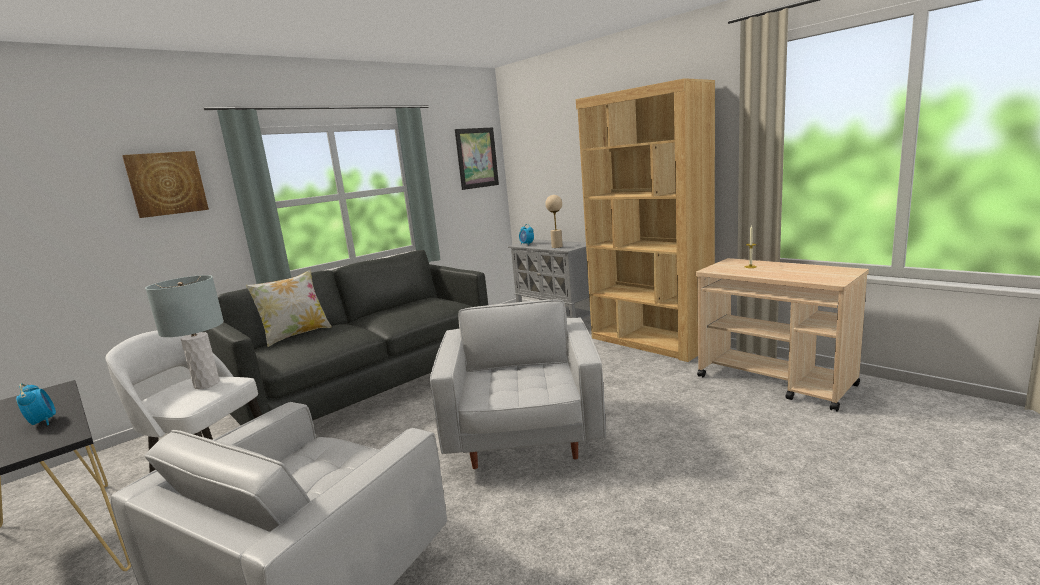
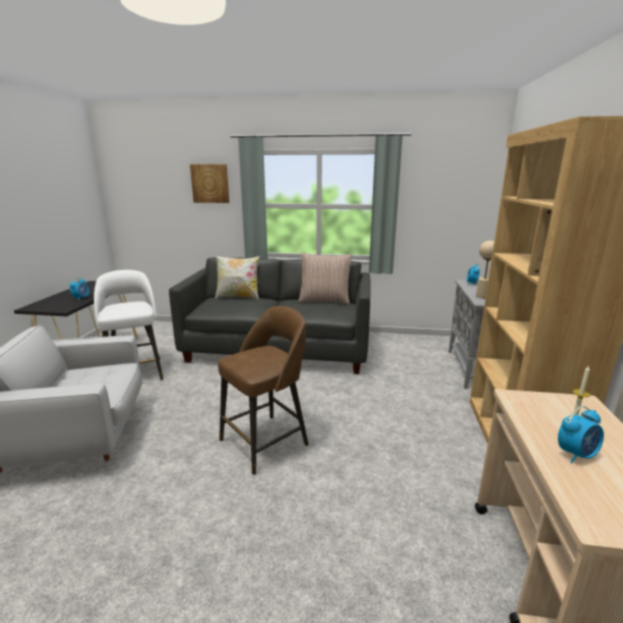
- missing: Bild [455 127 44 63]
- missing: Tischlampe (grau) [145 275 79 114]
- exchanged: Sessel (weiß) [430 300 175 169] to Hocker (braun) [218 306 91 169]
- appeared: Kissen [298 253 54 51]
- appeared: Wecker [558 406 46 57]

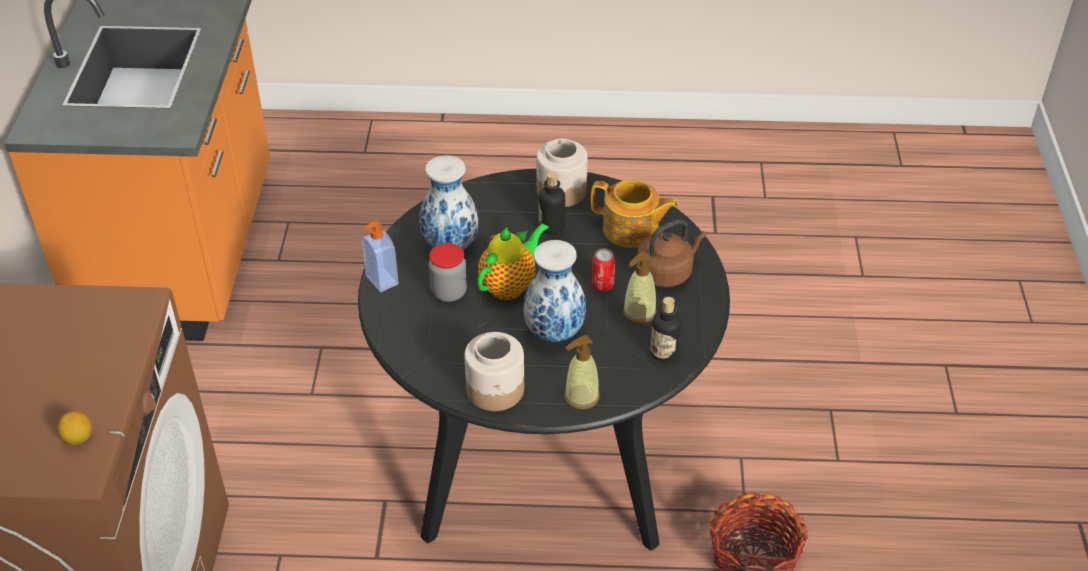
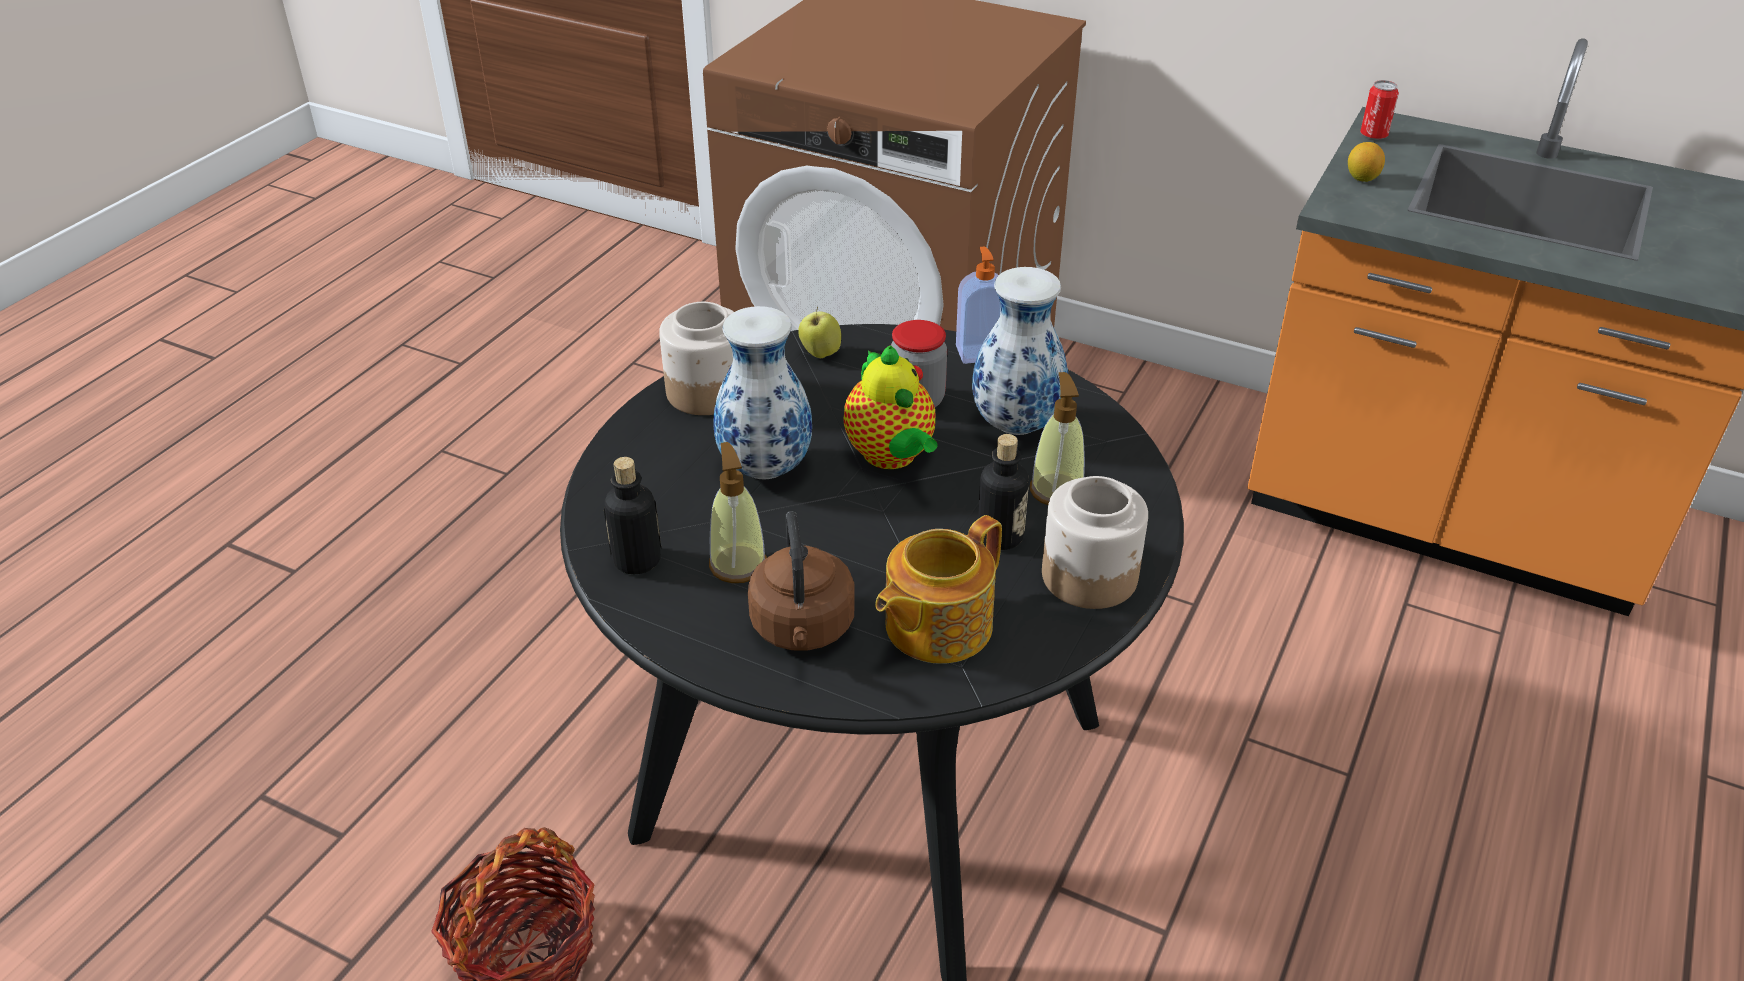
- relocated: Dose [592 248 23 43] to [1360 80 39 60]
- relocated: Seifenspender [564 335 36 75] to [1030 372 55 133]
- relocated: Zitrone [57 411 35 34] to [1348 142 37 40]
- appeared: Apfel [798 307 43 51]

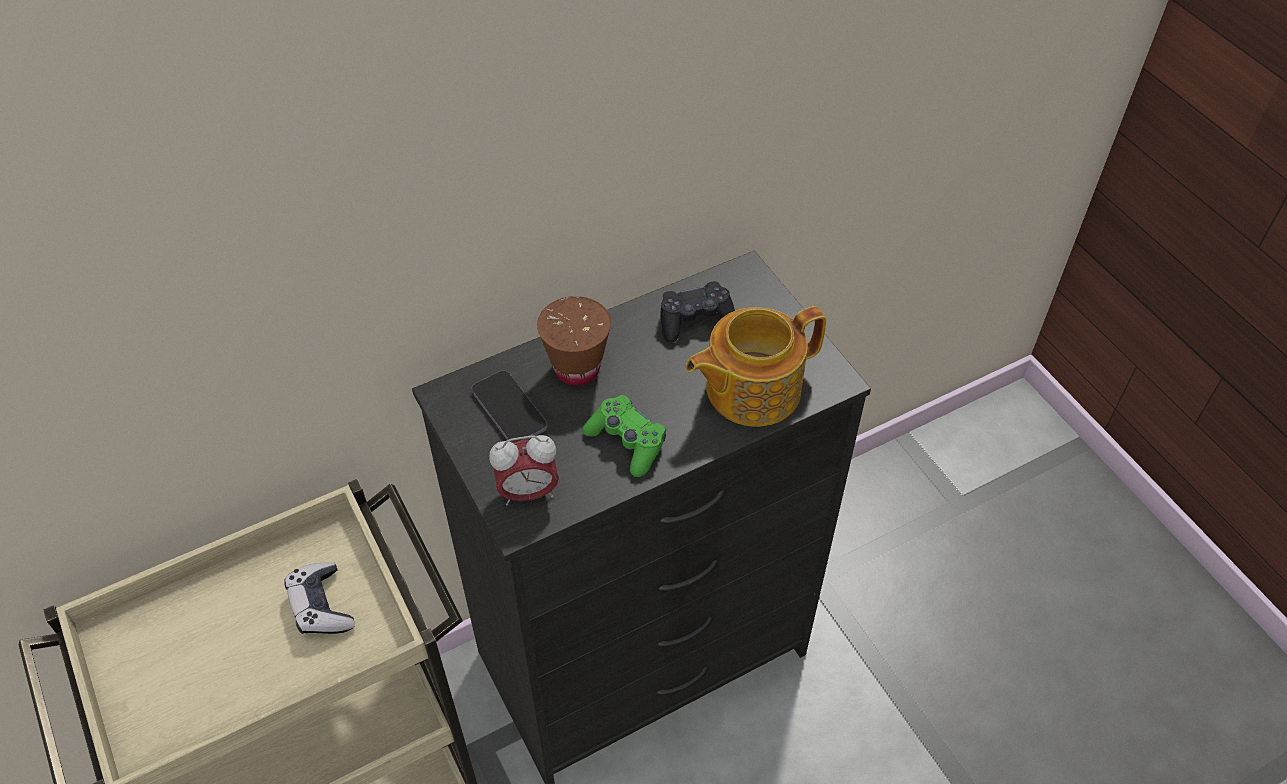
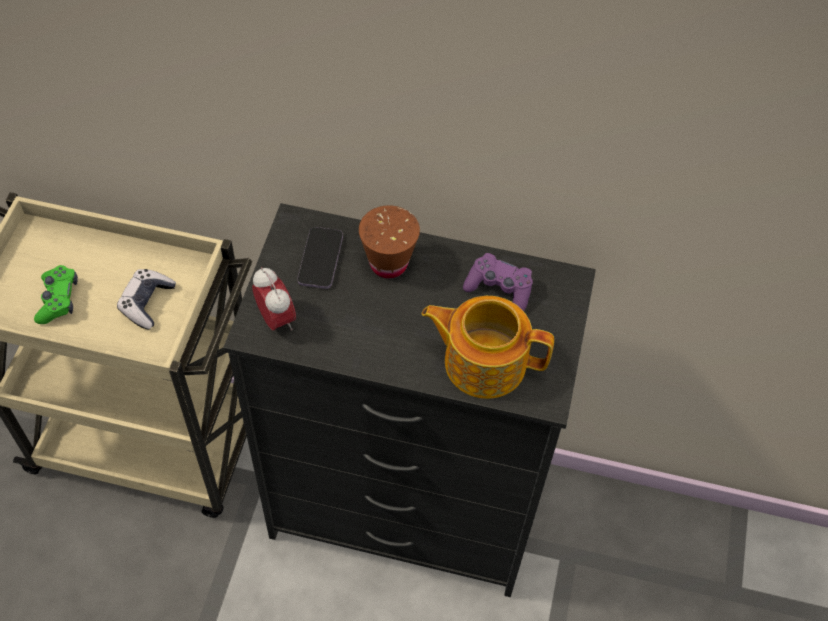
- colour: Gamepad (schwarz) [660 281 75 62] to Gamepad (lila) [463 253 70 58]
- relocated: Gamepad (grün) [582 395 84 82] to [34 265 44 59]
- spun: Wecker [489 435 70 71] = [252 267 44 63] 150 degrees counterclockwise

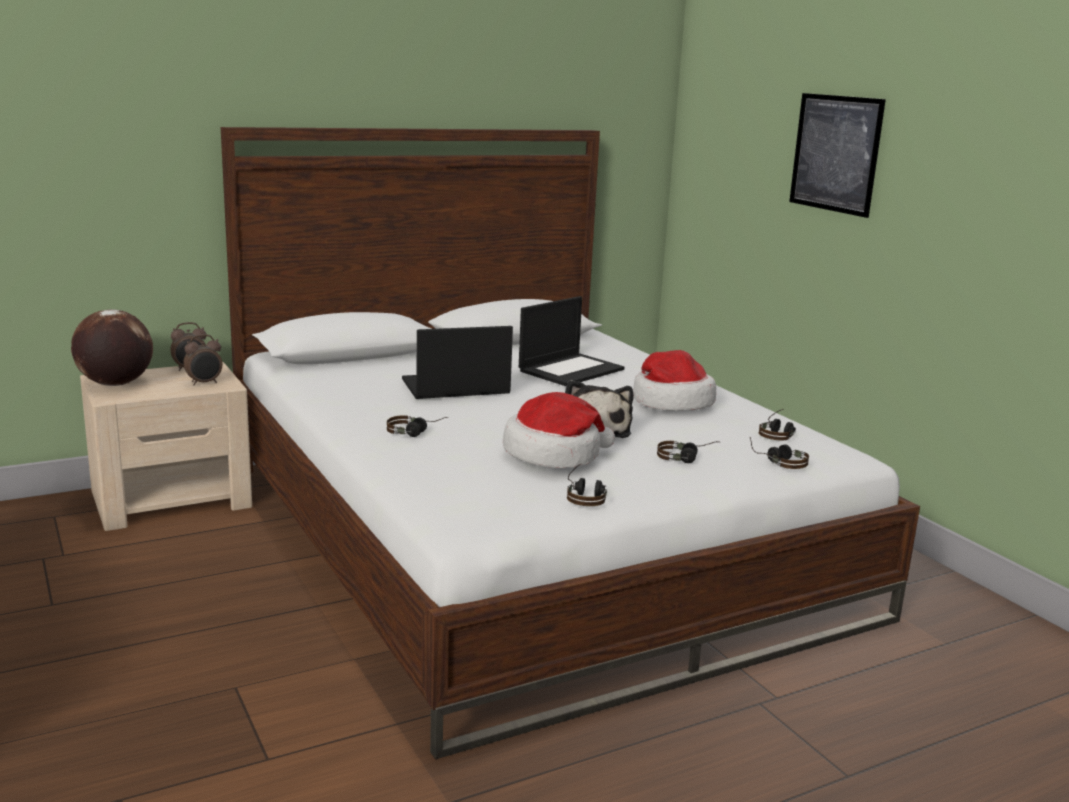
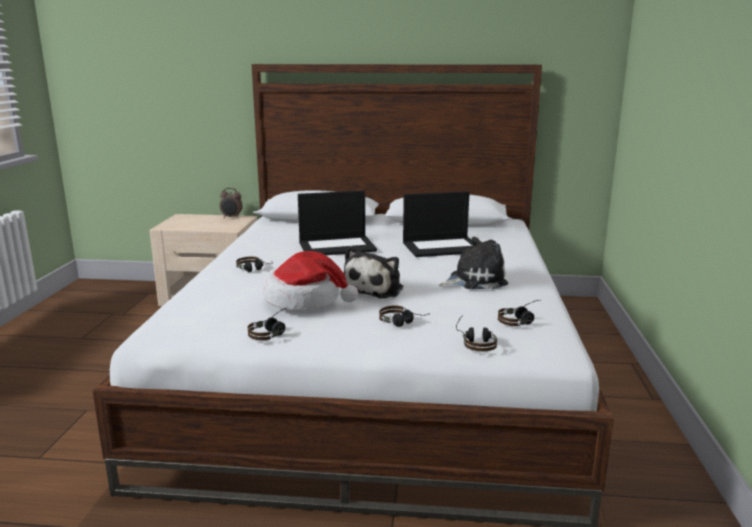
- missing: Bild [789 93 97 125]
- missing: Globus [71 309 82 77]
- spun: Laptop [402 326 111 73] = [298 190 79 65] 150 degrees clockwise
- missing: Wecker [183 334 39 51]
- exchanged: Hut [633 350 83 61] to Plüschtier [439 237 69 52]

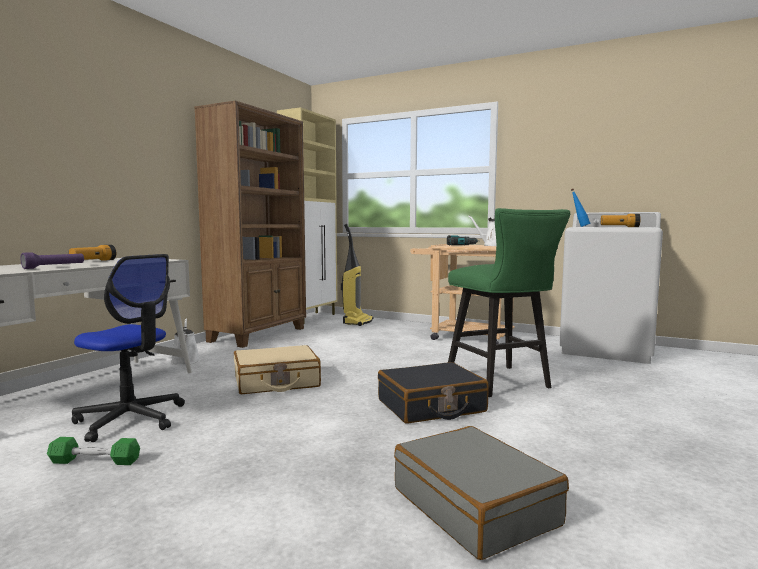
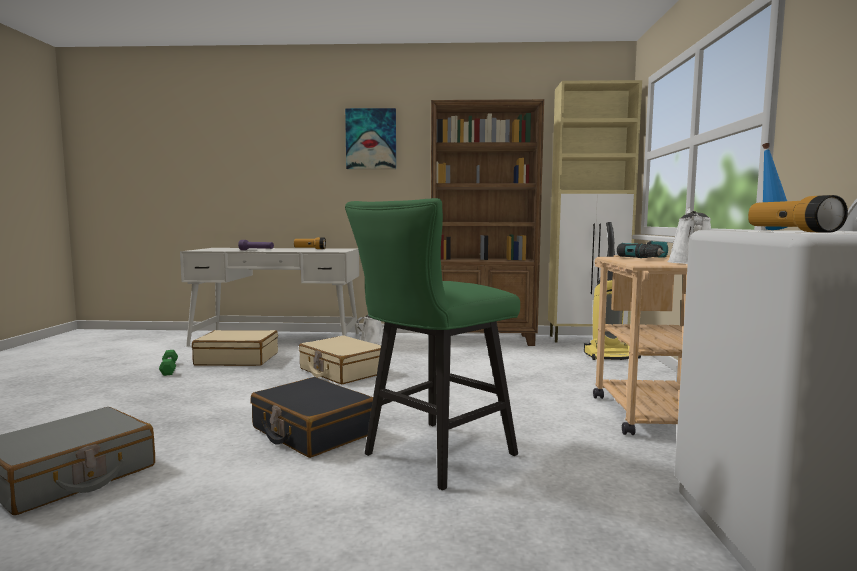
- exchanged: Bürostuhl [72 254 113 188] to Koffer (beige) [192 330 86 36]
- appeared: Bild [345 108 51 61]

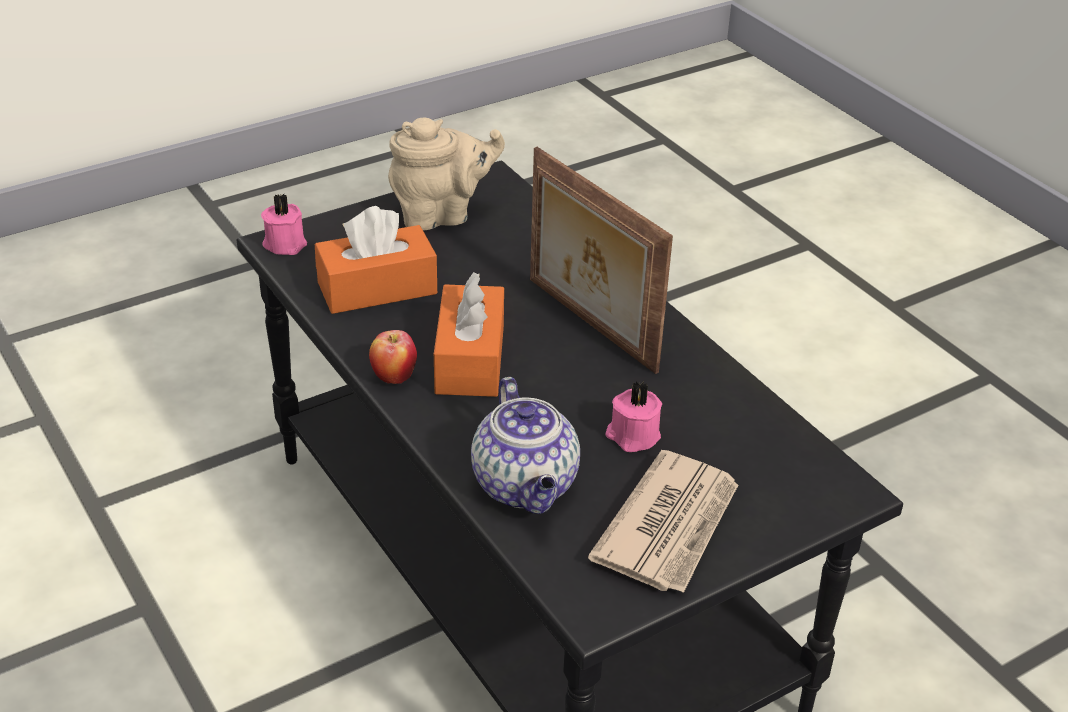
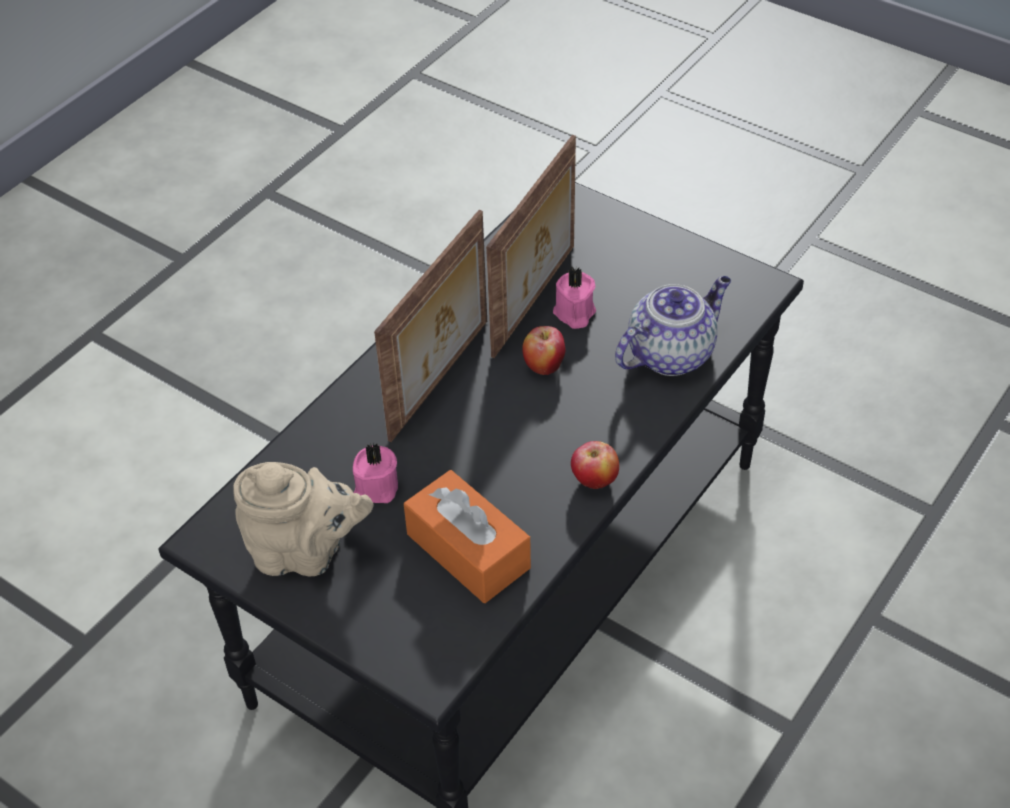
- spun: Teekanne (beige) [388 117 117 114] = [233 462 141 114] 135 degrees clockwise
- relocated: Kerze (rosa) [261 194 46 61] to [353 443 45 60]
- missing: Taschentuchbox (orange) [434 272 70 125]
- missing: Zeitung [588 450 150 143]
- appeared: Bilderrahmen [486 135 90 223]
- appeared: Apfel [522 326 43 49]

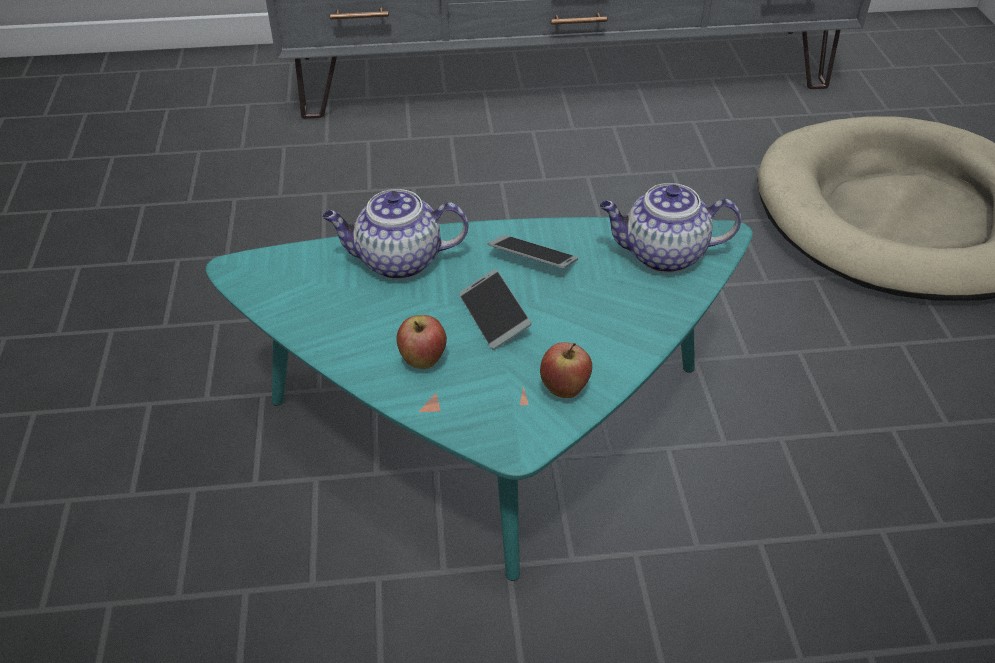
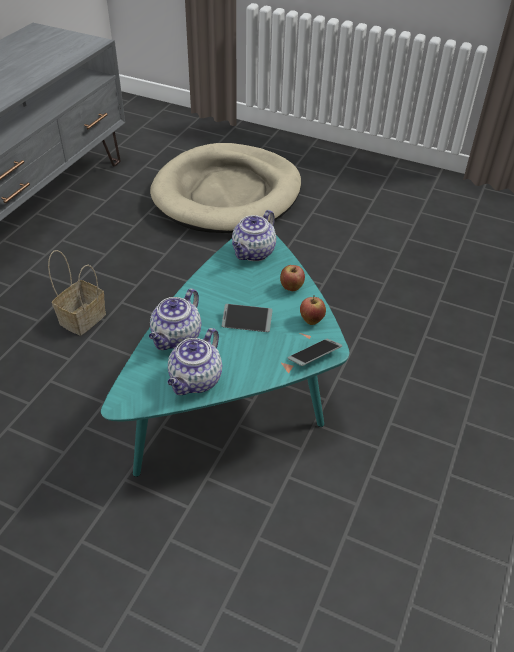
- relocated: Handy [488 235 90 33] to [288 339 54 27]
- relocated: Apfel [396 315 51 54] to [280 265 25 26]
- appeared: Korb [48 250 58 86]
- appeared: Teekanne [168 328 54 67]

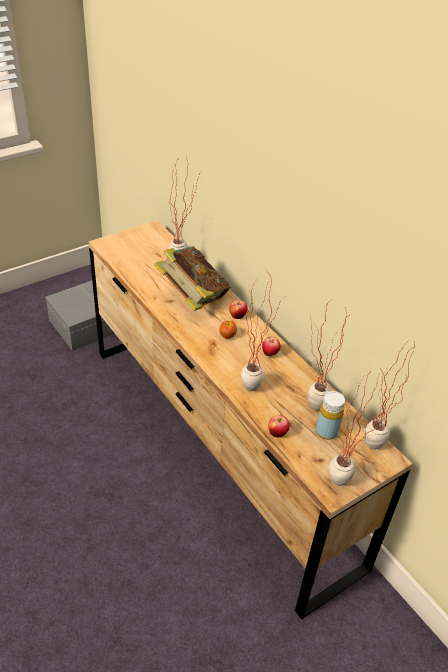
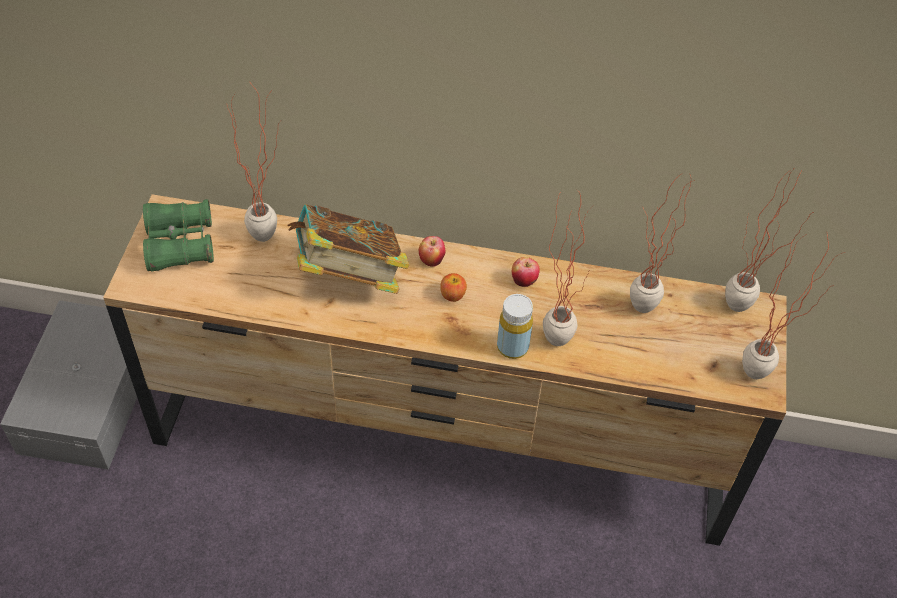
- relocated: Flasche (gelb) [316 391 29 49] to [497 294 36 65]
- missing: Apfel [268 415 21 23]
- appeared: Fernglas (grün) [143 199 71 73]

